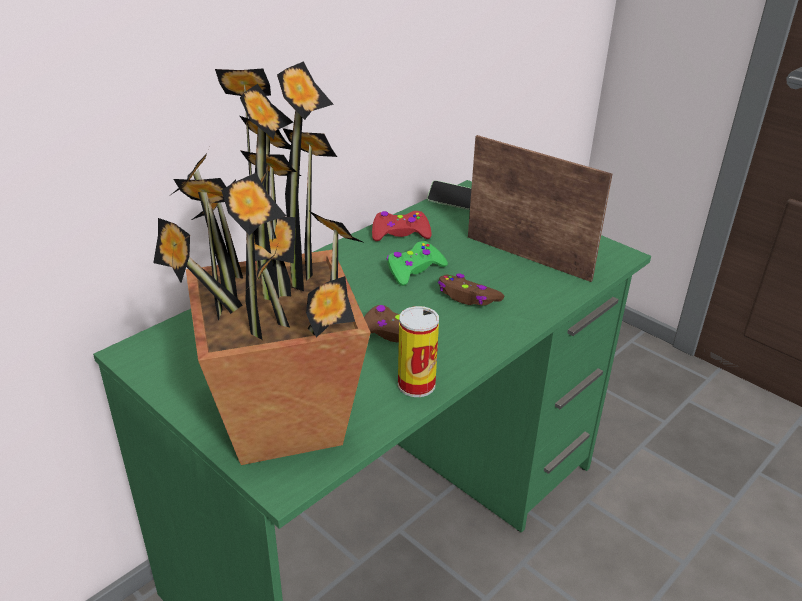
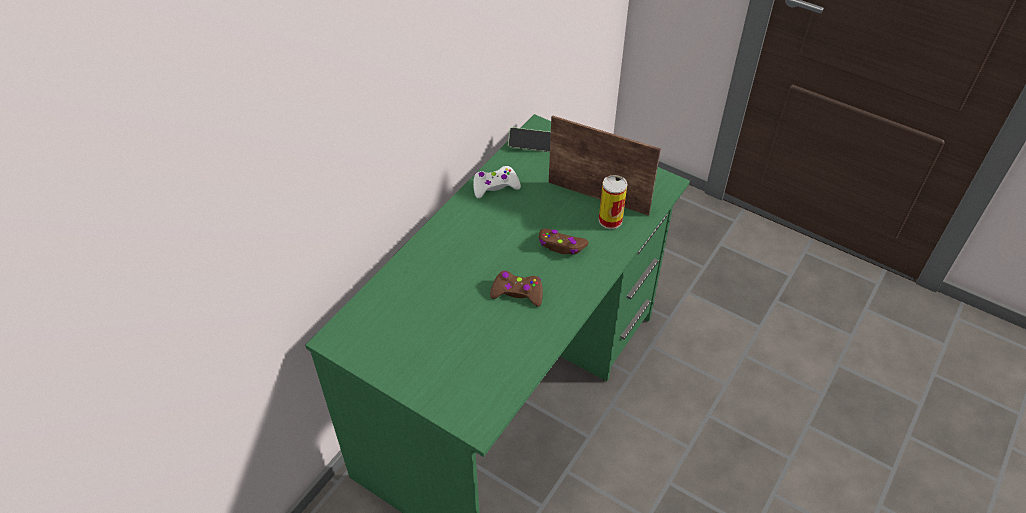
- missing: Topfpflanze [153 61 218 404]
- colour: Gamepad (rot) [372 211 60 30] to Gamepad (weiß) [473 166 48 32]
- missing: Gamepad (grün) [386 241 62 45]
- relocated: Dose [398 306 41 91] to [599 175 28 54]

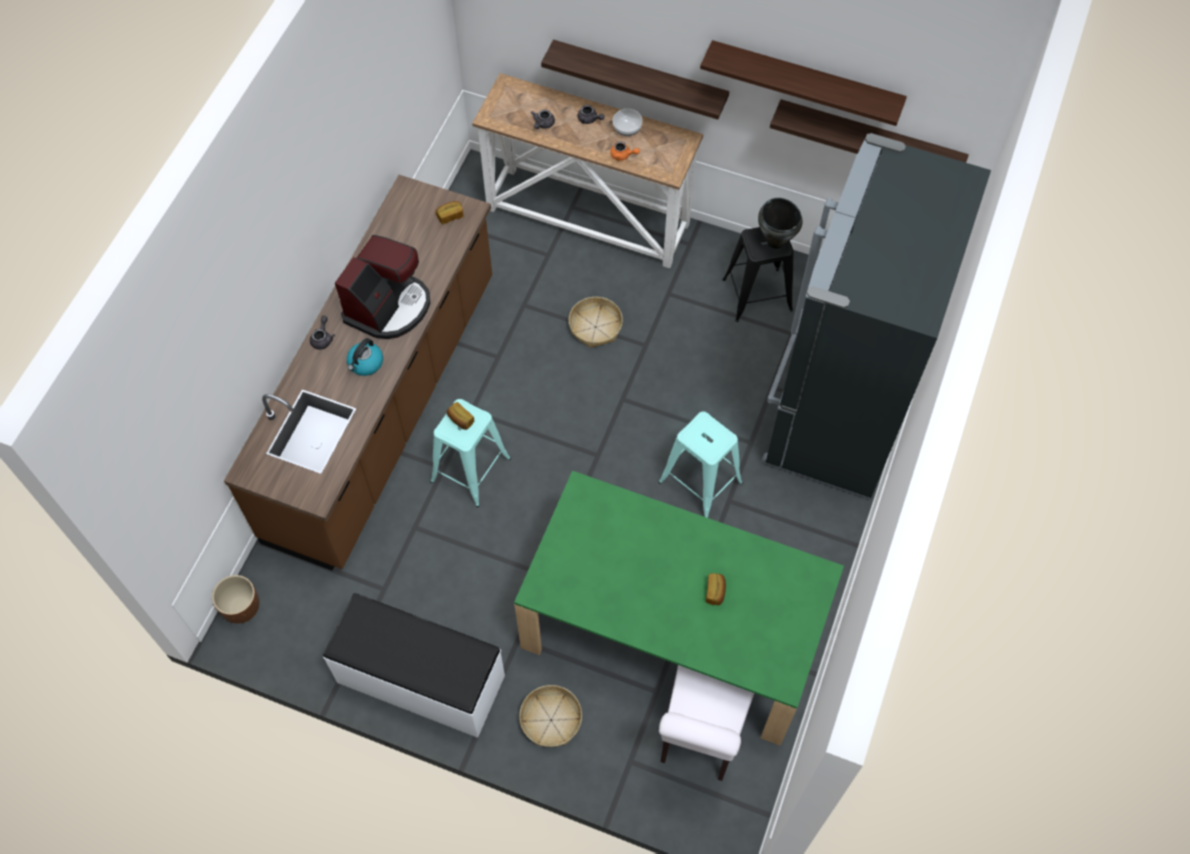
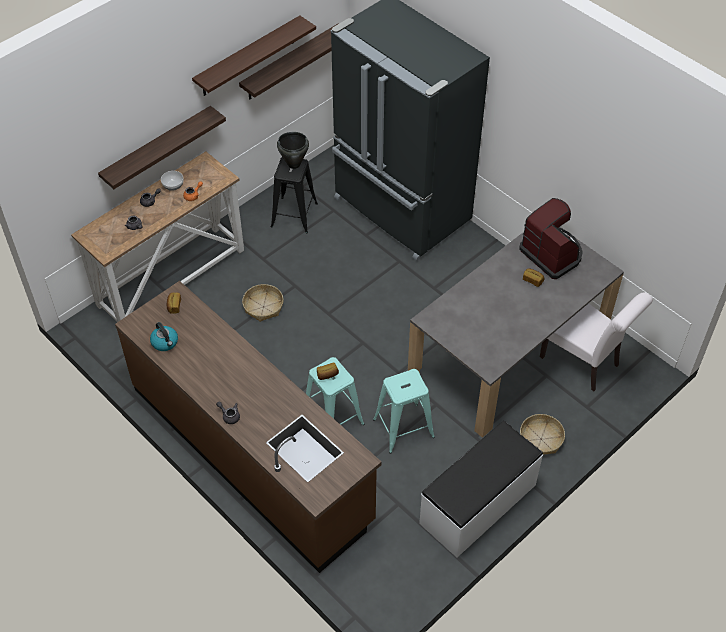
- relocated: Kaffeemaschine [335 235 95 104] to [519 198 64 81]
- relocated: Wasserkessel [347 338 36 38] to [150 322 28 29]
- relocated: Hocker (türkis) [659 411 84 107] to [373 369 62 85]
- colour: Esstisch (grün) [514 471 330 275] to Esstisch (grau) [408 227 216 211]
- missing: Pflanzkübel (braun) [212 575 48 49]

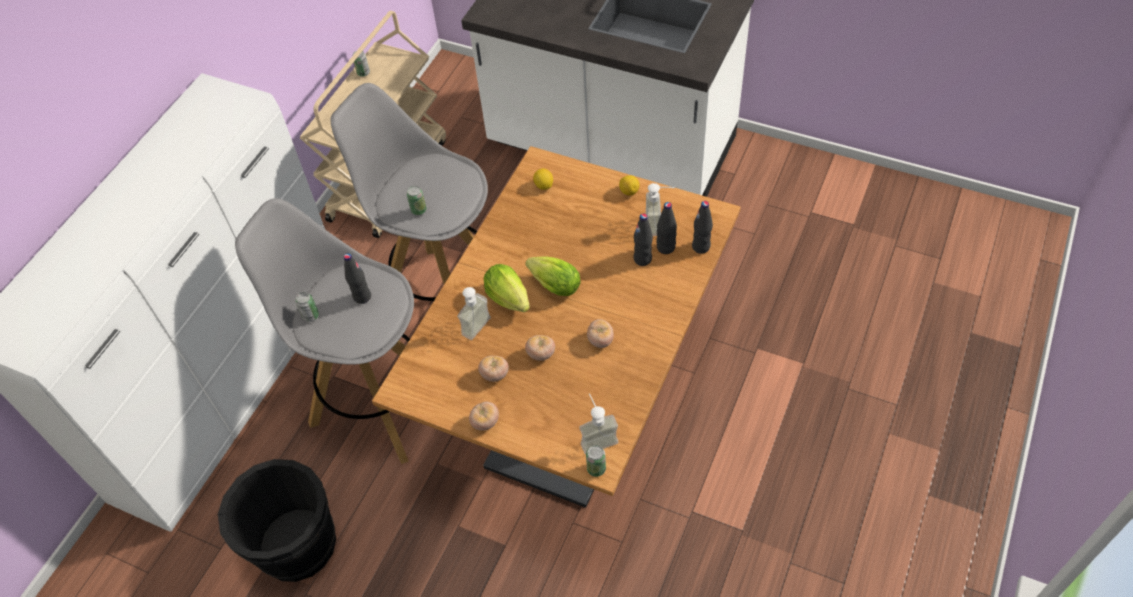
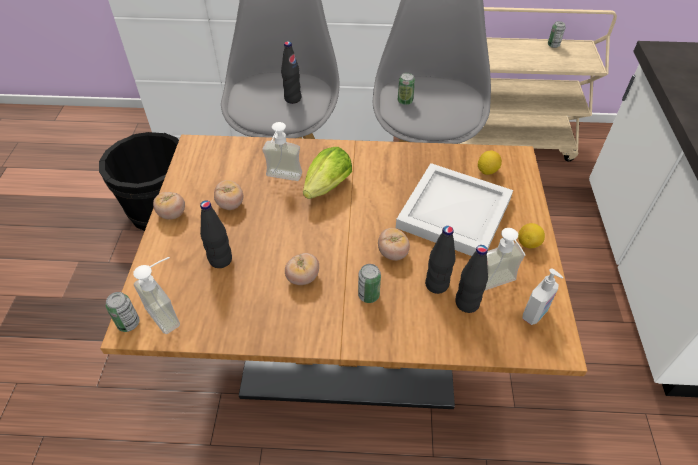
- relocated: Flasche (schwarz) [692 201 21 53] to [200 201 32 67]
- missing: Salatkopf [525 257 56 39]
- relocated: Dose [296 292 23 30] to [358 264 23 39]
- relocated: Tomate [525 335 30 26] to [378 228 32 33]
- appeared: Tablett (weiß) [396 163 117 93]
- appeared: Seifenspender [522 268 41 57]

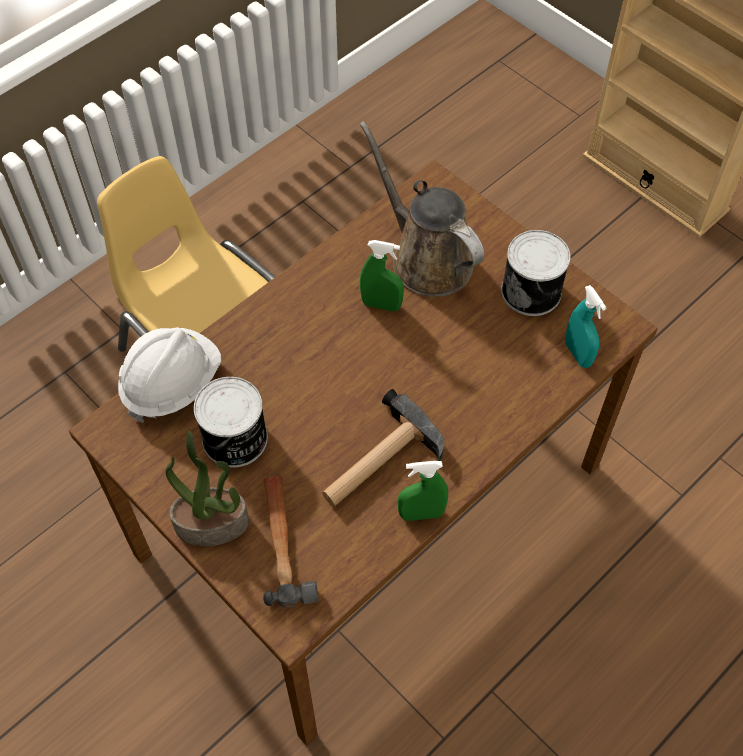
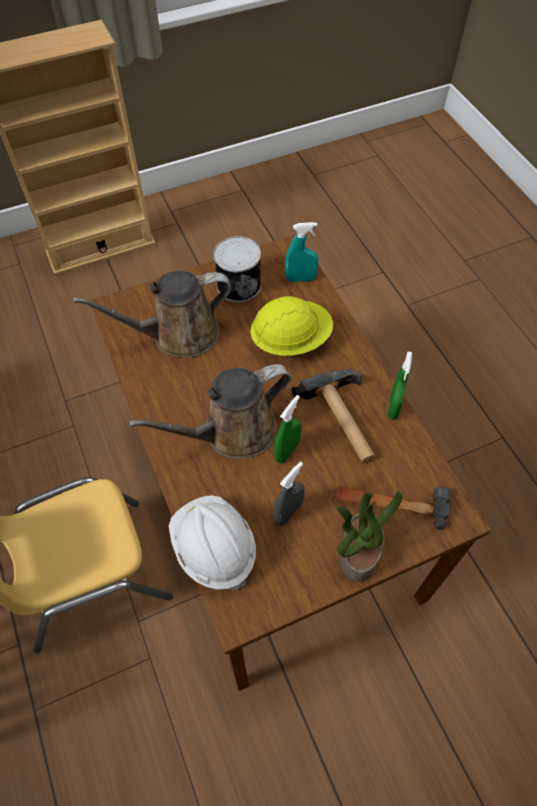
- relocated: Sprühflasche (grün) [360 240 44 71] to [274 395 28 68]
- exchanged: Dose [194 377 74 91] to Sprühflasche (grau) [273 462 32 64]
- appeared: Schutzhelm (gelb) [250 296 83 61]
- appeared: Gießkanne (braun) [128 364 163 94]

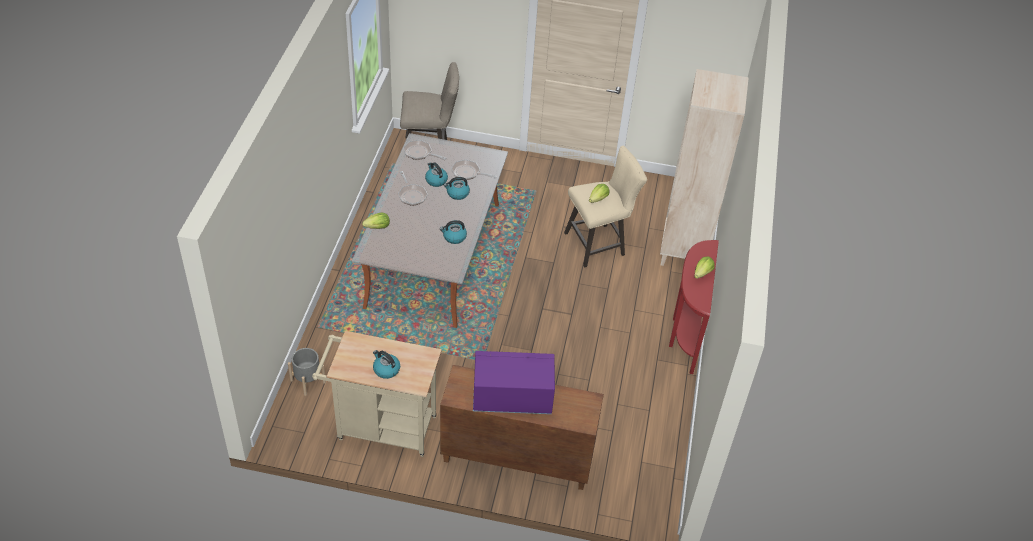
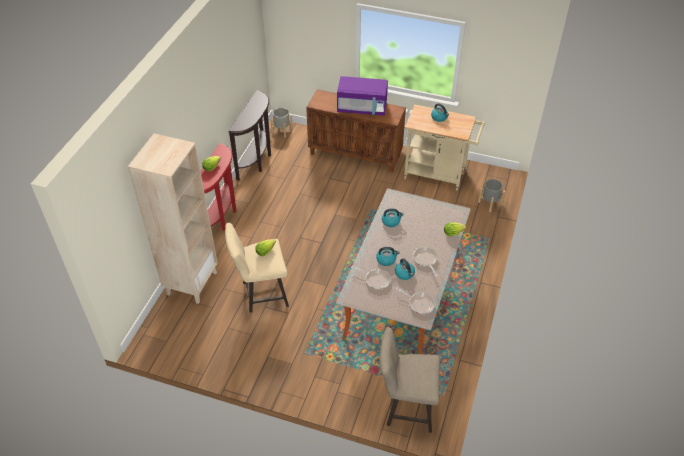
- appeared: Konsolentisch (braun) [228 90 43 91]
- appeared: Pflanzkübel (grau) [270 108 23 29]

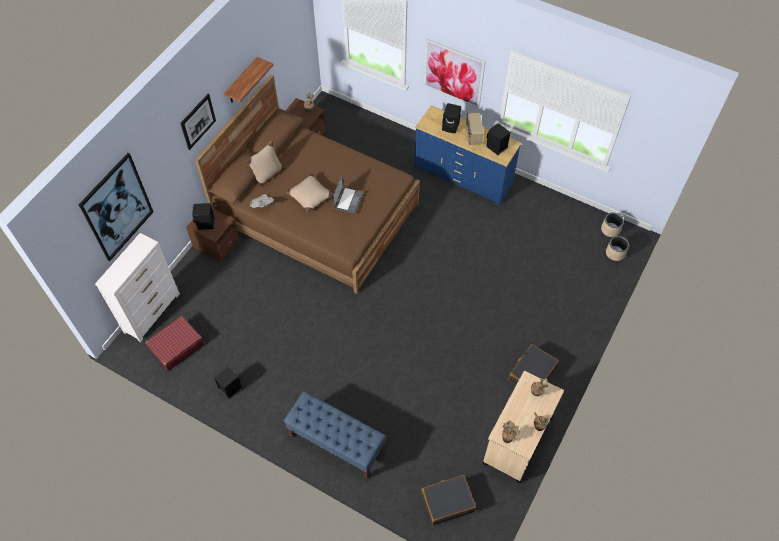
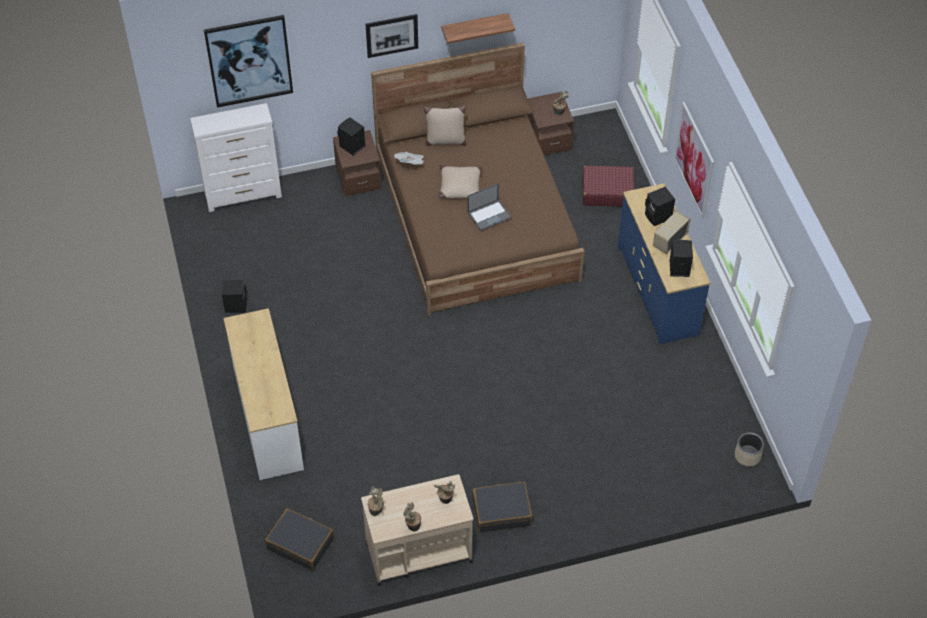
- missing: Pflanzkübel (beige) [606 236 23 25]
- relocated: Koffer (rot) [146 316 58 55] to [582 166 53 41]
- exchanged: Bank (blau) [284 391 102 88] to Kommode (weiß) [223 308 81 172]

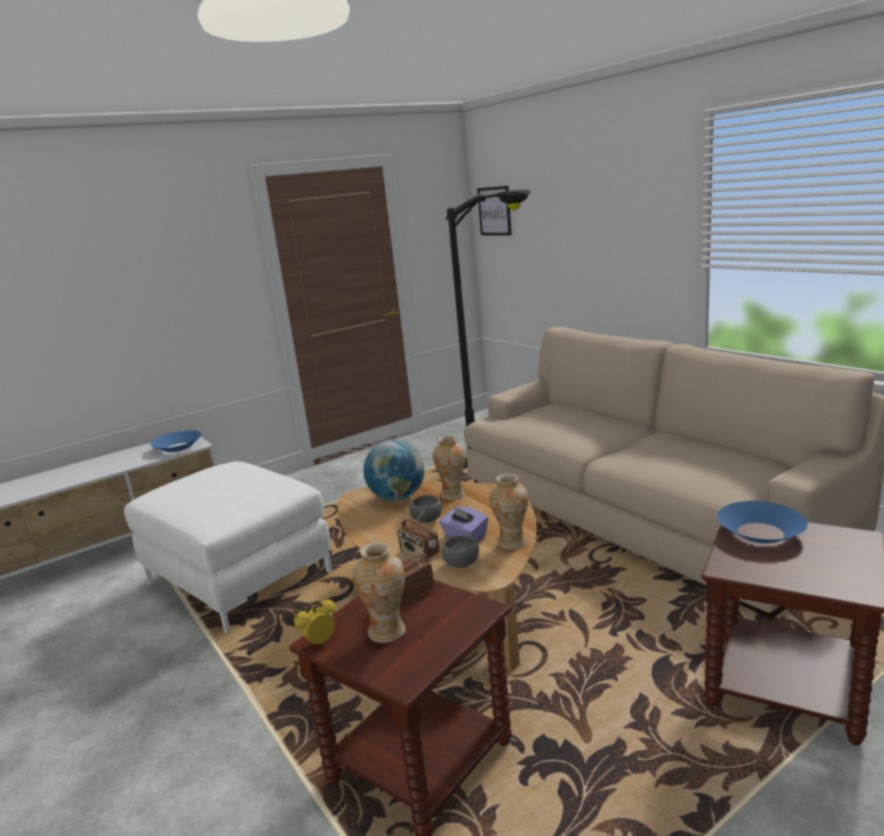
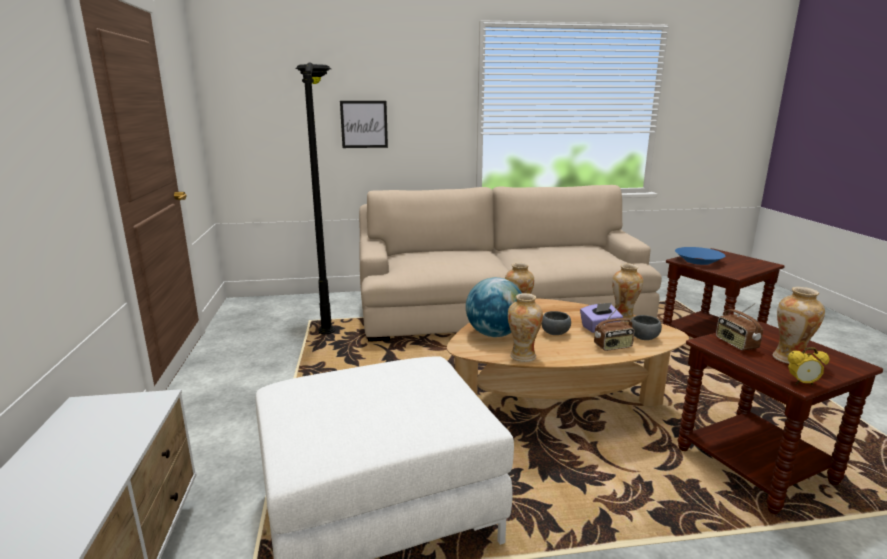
- relocated: Bild [477 186 35 49] to [340 101 48 47]
- missing: Schüssel (blau) [150 430 52 22]
- spun: Wecker [294 599 42 47] = [788 347 42 38] 75 degrees counterclockwise
- appeared: Vase [508 293 35 69]

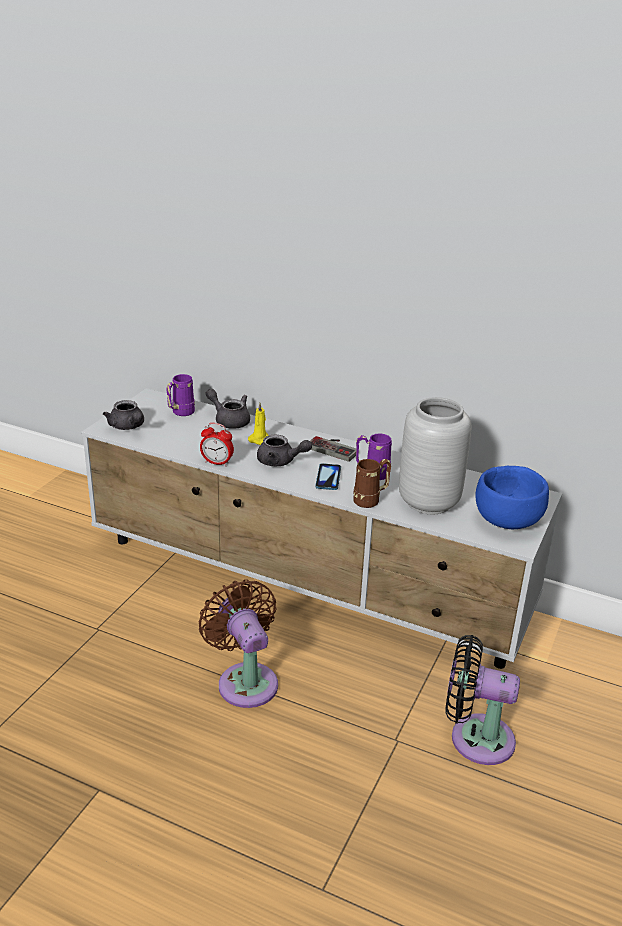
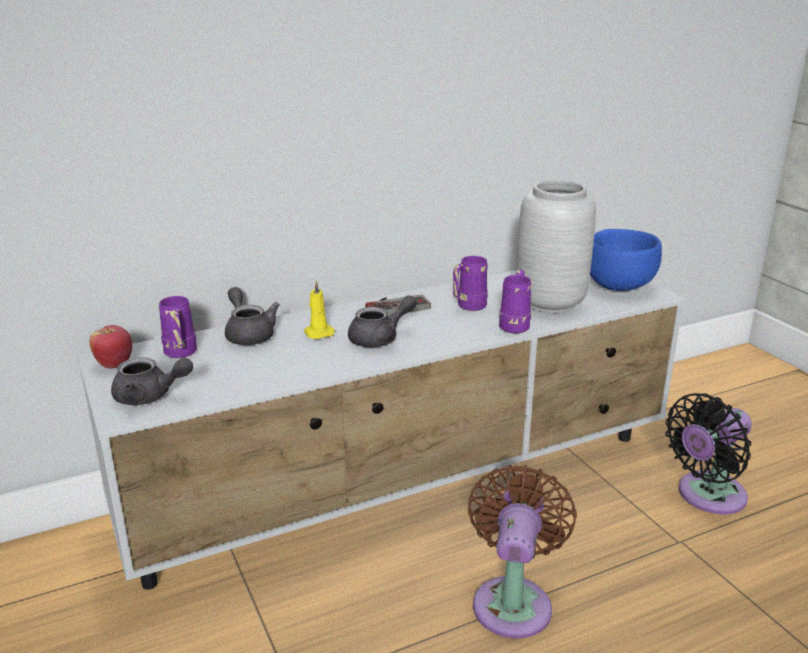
- spun: Teekanne (grau) [205 388 45 41] = [225 287 55 58] 75 degrees clockwise
- missing: Wecker [200 423 34 43]
- colour: Henkelbecher (braun) [353 459 38 49] to Henkelbecher (lila) [499 269 32 64]
- missing: Handy [315 463 26 27]
- spun: Ventilator (braun) [199 579 79 129] = [468 465 109 173] 90 degrees clockwise
- appeared: Apfel [89 325 43 44]

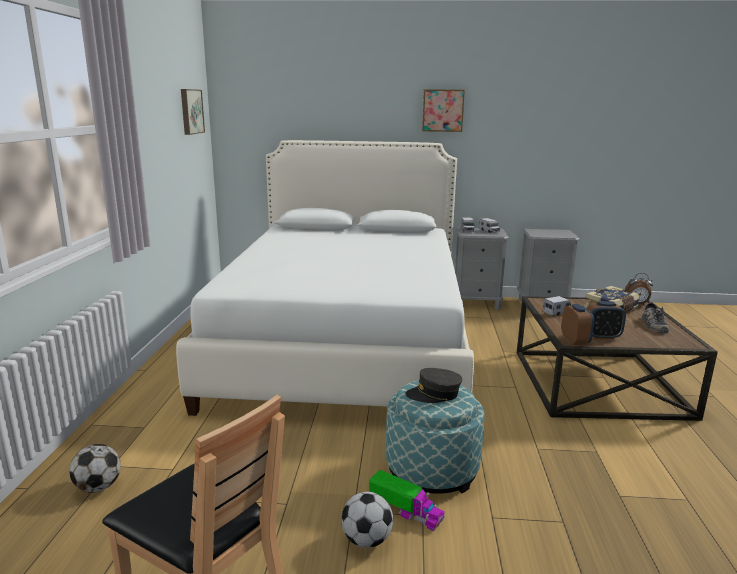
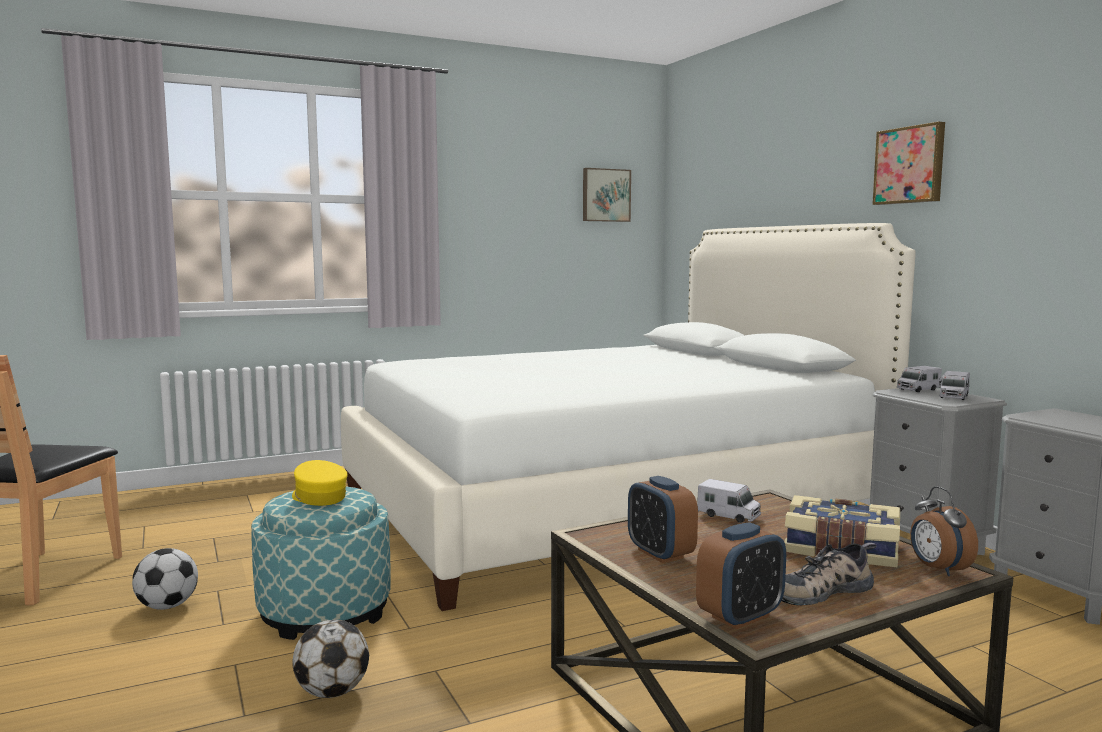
- relocated: Wecker [561 304 33 41] to [696 522 90 107]
- colour: Kappe (grau) [405 368 57 35] to Kappe (gelb) [292 460 55 46]
- relocated: Fußball [69 444 52 49] to [292 620 77 78]
- missing: Spielzeuglaster [369 470 76 61]

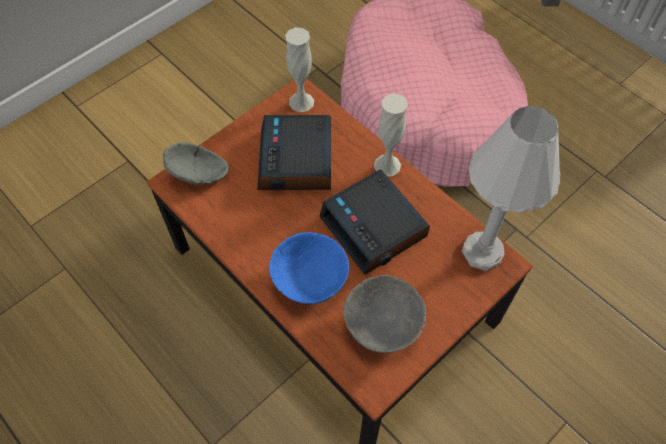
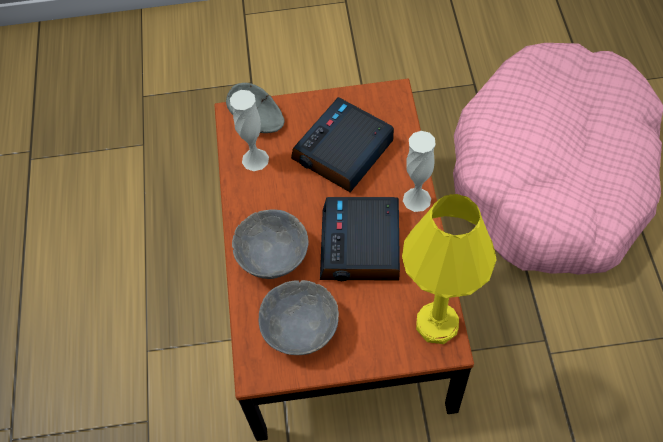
- relocated: Vase (weiß) [285 27 29 85] to [230 90 39 81]
- colour: Tischlampe (weiß) [462 106 98 165] to Tischlampe (gelb) [402 194 95 150]
- colour: Schüssel (blau) [269 232 80 72] to Schüssel (grau) [232 209 77 70]

